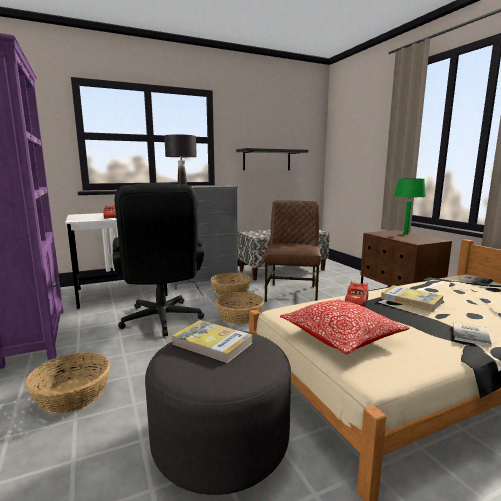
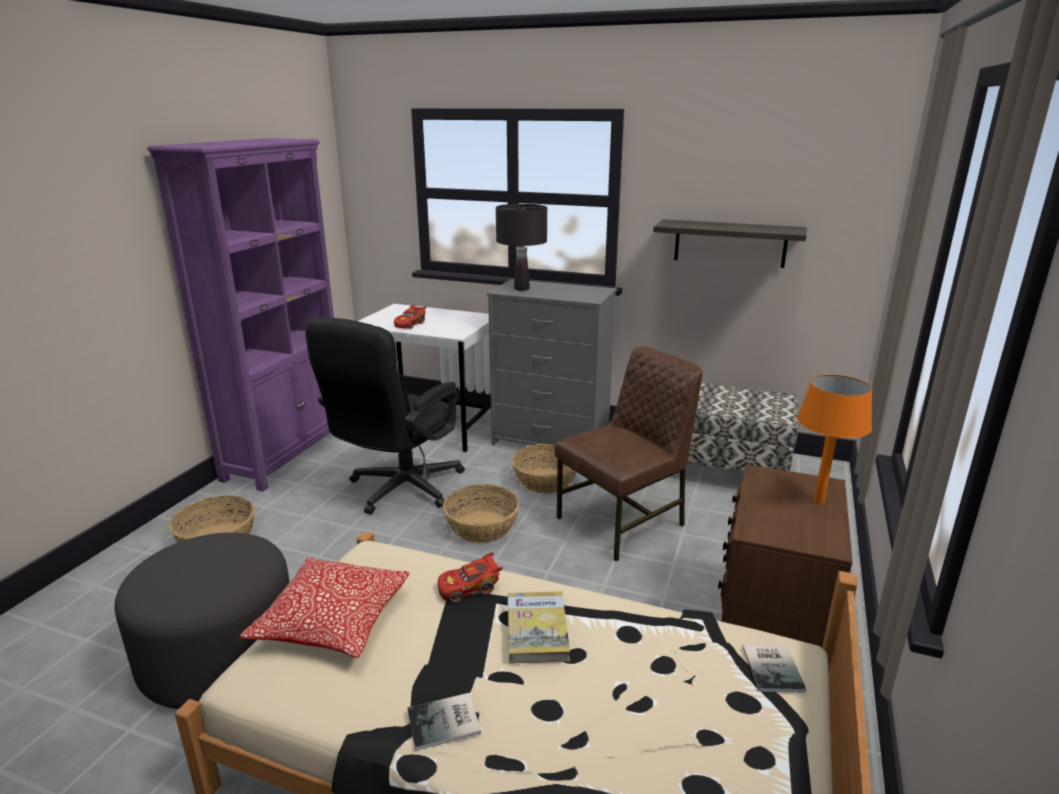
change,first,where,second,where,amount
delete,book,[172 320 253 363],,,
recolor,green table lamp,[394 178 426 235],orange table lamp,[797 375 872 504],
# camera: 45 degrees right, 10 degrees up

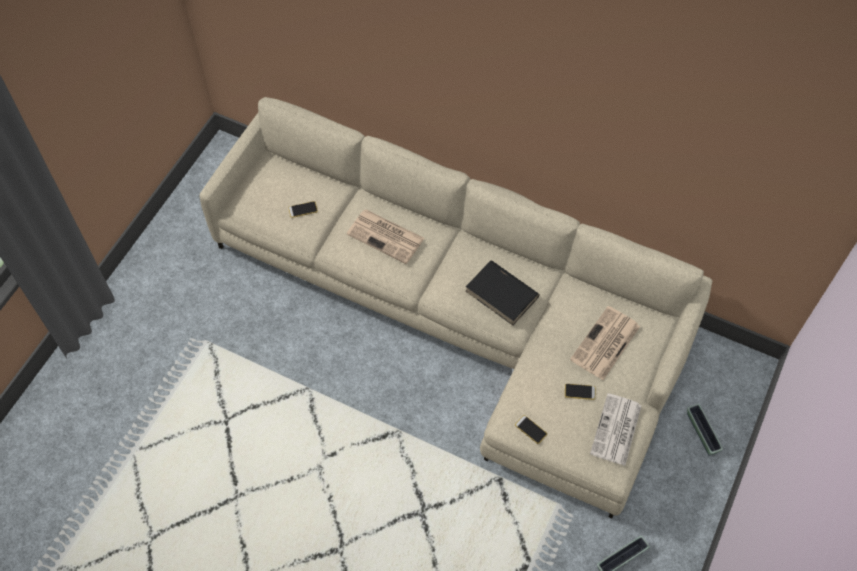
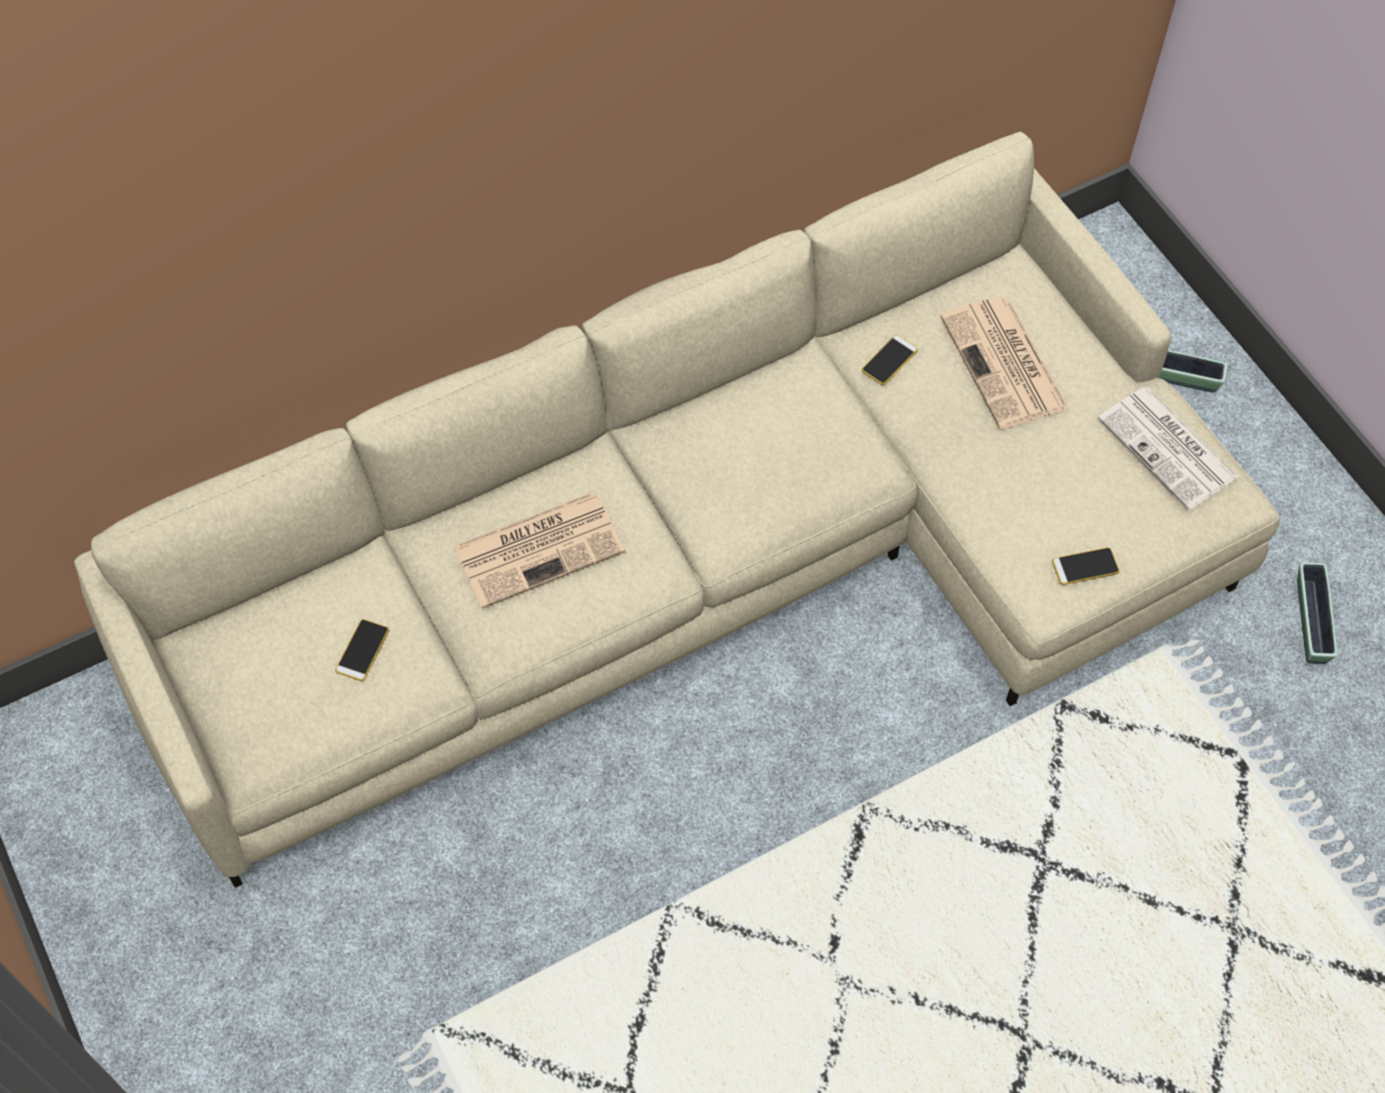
change,first,where,second,where,amount
delete,black book,[466 260 539 326],,,
move,phone,[565 384 596 400],,[862 335 918 385],
# camera: 55 degrees left, 0 degrees up

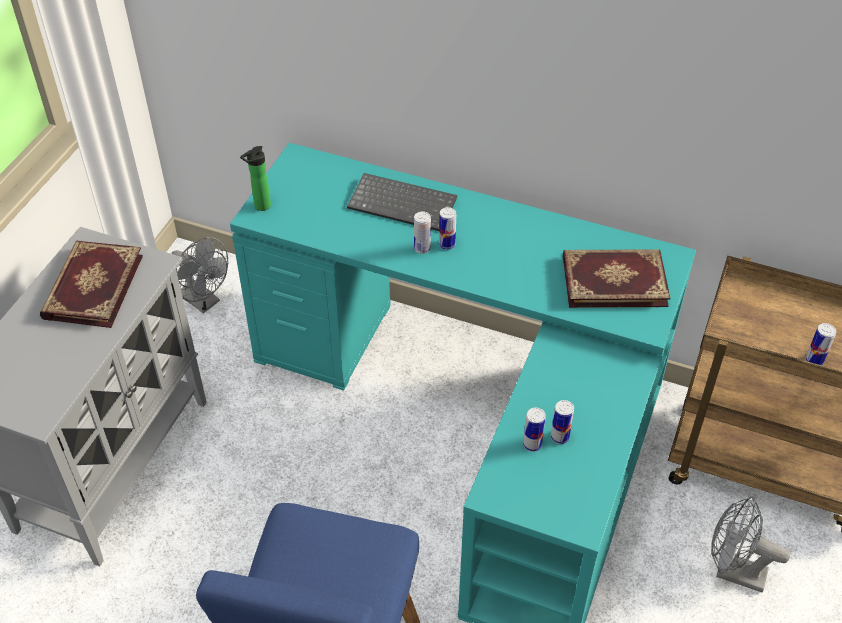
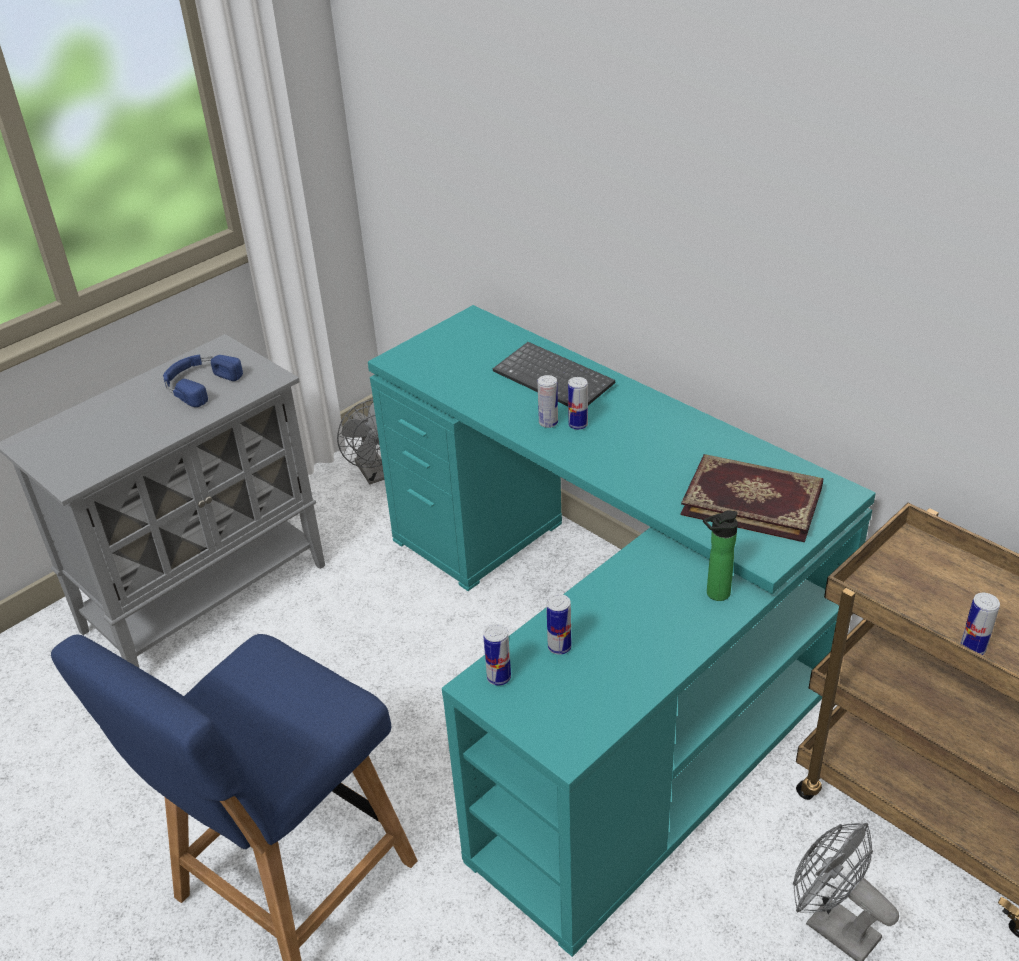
change,first,where,second,where,amount
replace,book,[40 240 143 328],blue headphones,[163 355 243 407],
move,bottle,[240 146 271 211],,[703 510 738 601],
move,can,[551 400 574 444],,[483 624 511 686],
# camera: 25 degrees right, 10 degrees down

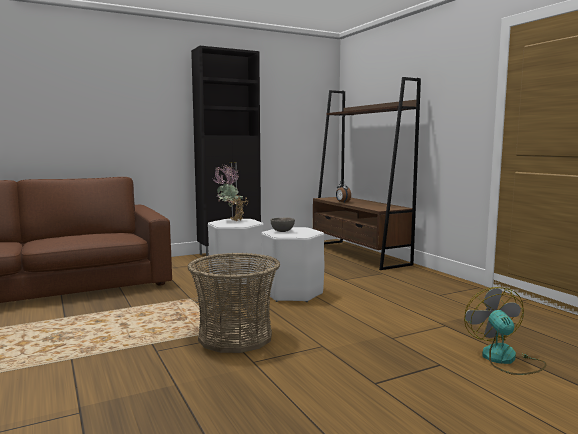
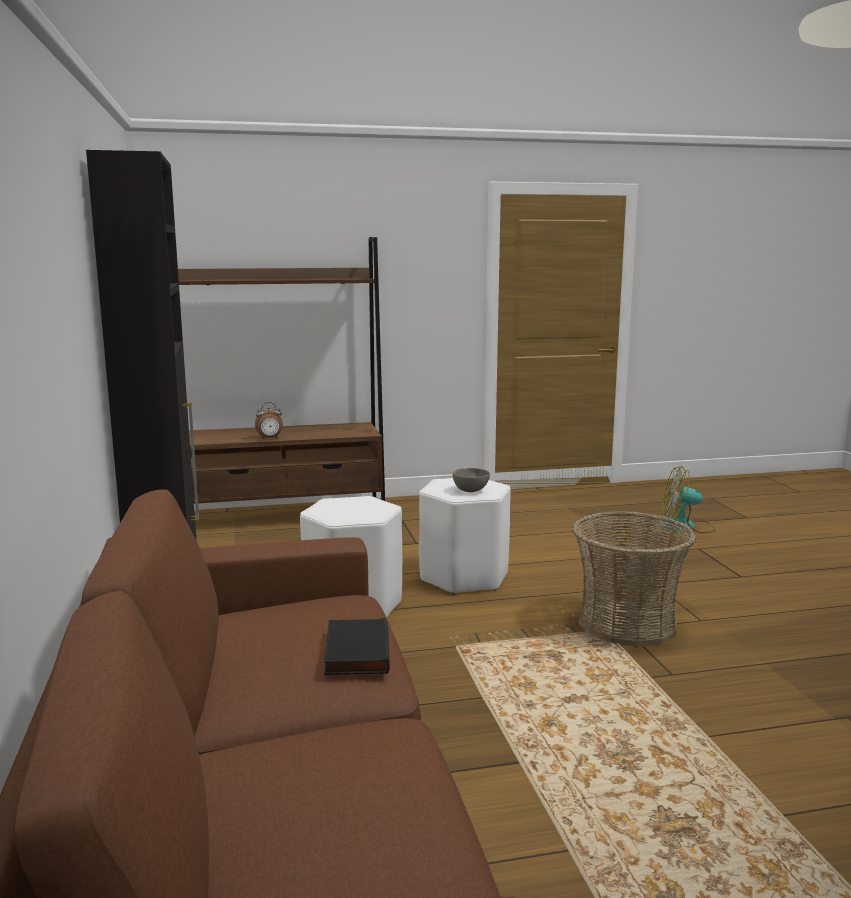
change,first,where,second,where,amount
delete,potted plant,[213 164 249 221],,,
insert,,,black book,[324 618 390 675],
# camera: 75 degrees left, 5 degrees up

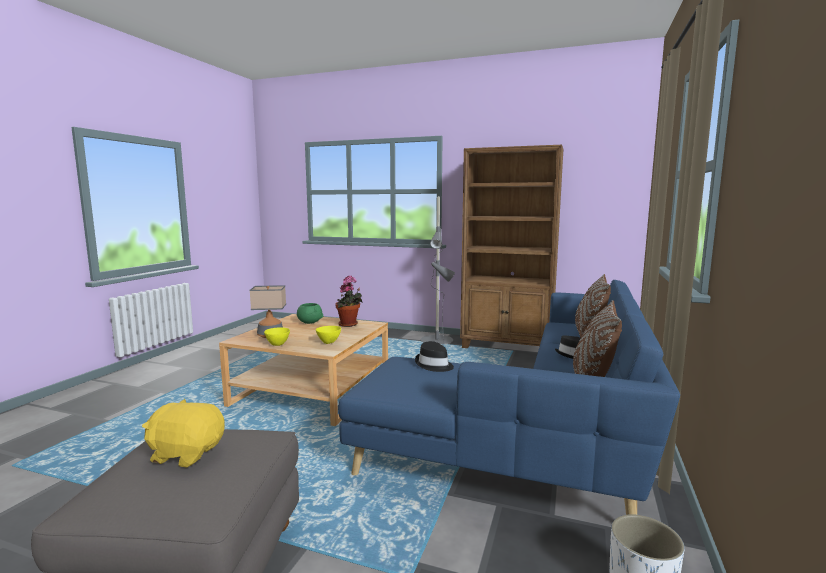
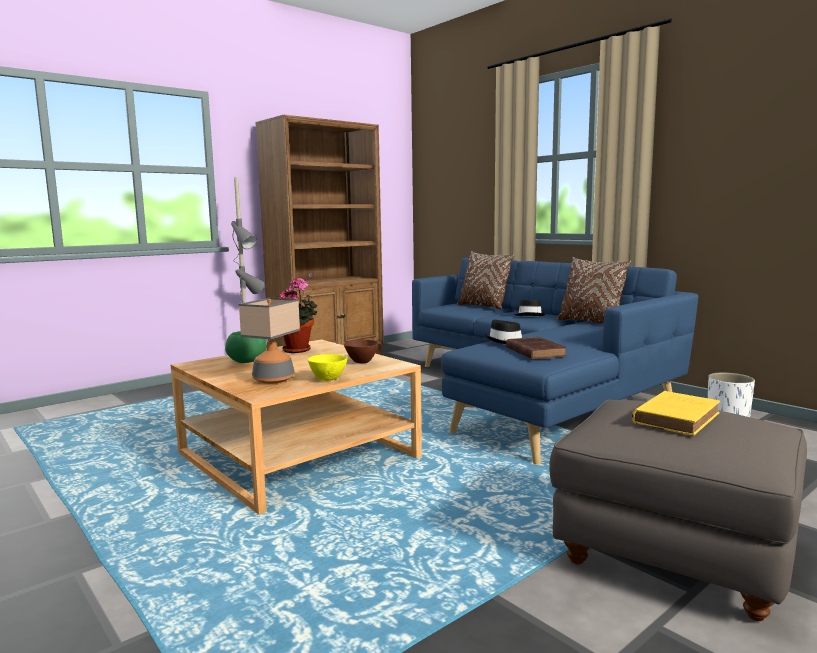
change,first,where,second,where,amount
replace,yellow plush toy,[142 399 225 468],yellow book,[632 391 720 436],
recolor,yellow bowl,[316 326 341 344],brown bowl,[344 339 378 363],
insert,,,brown book,[506 337 567 359],
# camera: 60 degrees left, 0 degrees up

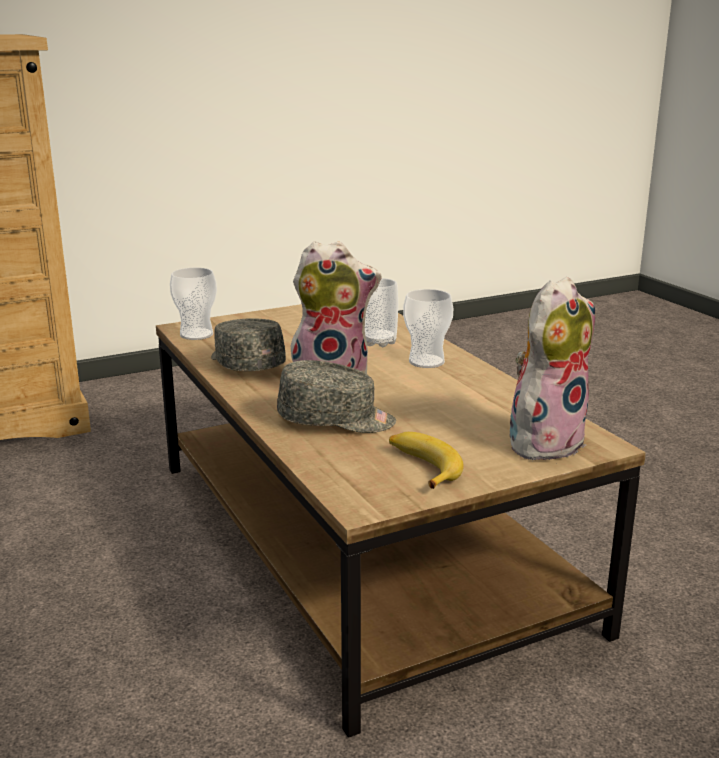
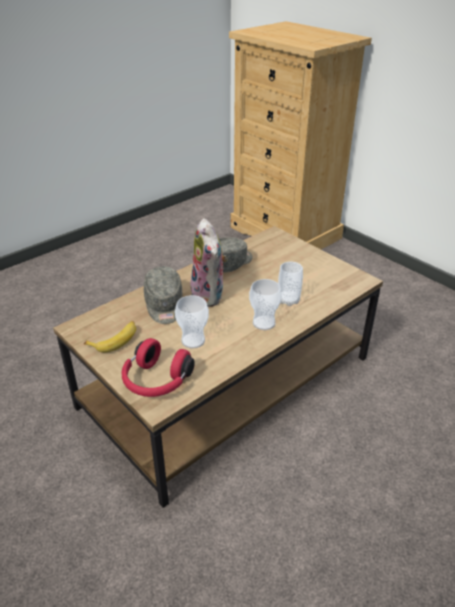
change,first,where,second,where,amount
move,cup,[170 268 217 340],,[175 295 209 348],
replace,plush toy,[510 277 595 462],red headphones,[121 338 195 397],
# camera: 75 degrees right, 15 degrees up

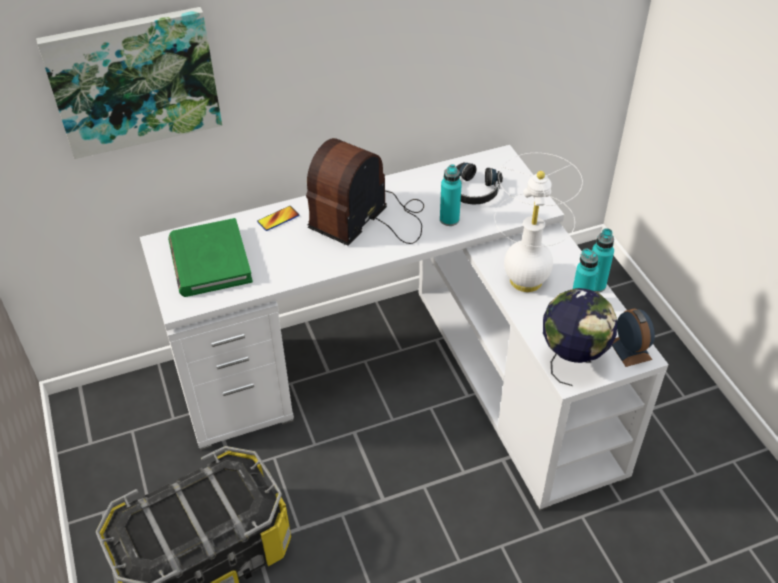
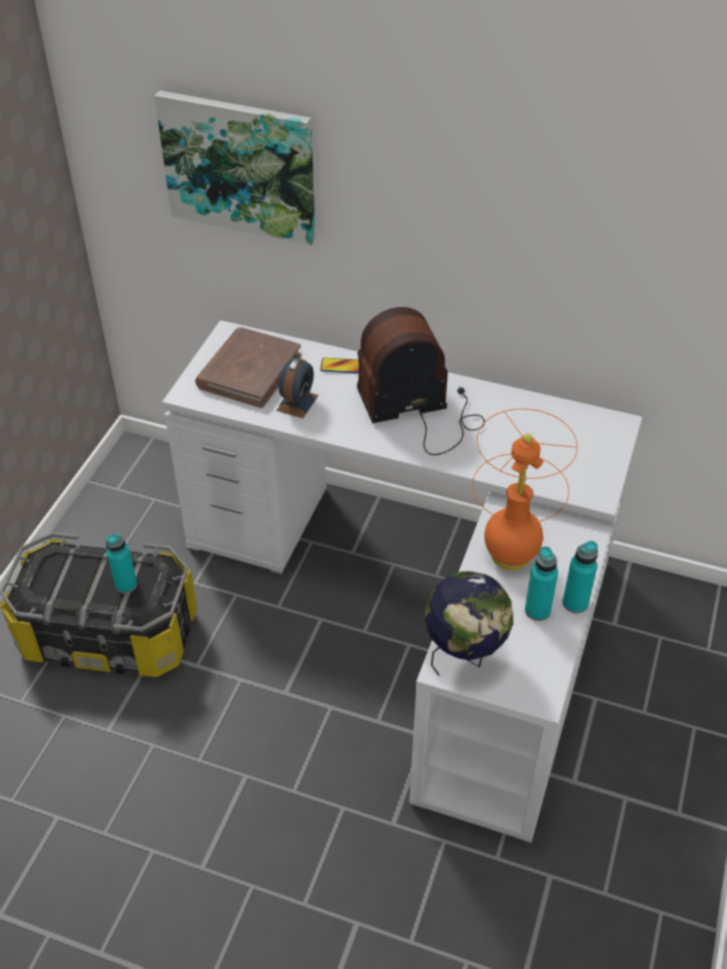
change,first,where,second,where,amount
recolor,green book,[168 218 253 297],brown book,[195 327 301 408],
move,turquoise bottle,[440 164 462 226],,[106 533 137 594],
delete,black headphones,[456 163 503 204],,,
recolor,white table lamp,[494 153 583 292],orange table lamp,[472 409 578 571],
move,alarm clock,[612 309 655 367],,[276 358 318 418],
# camera: 40 degrees right, 0 degrees up

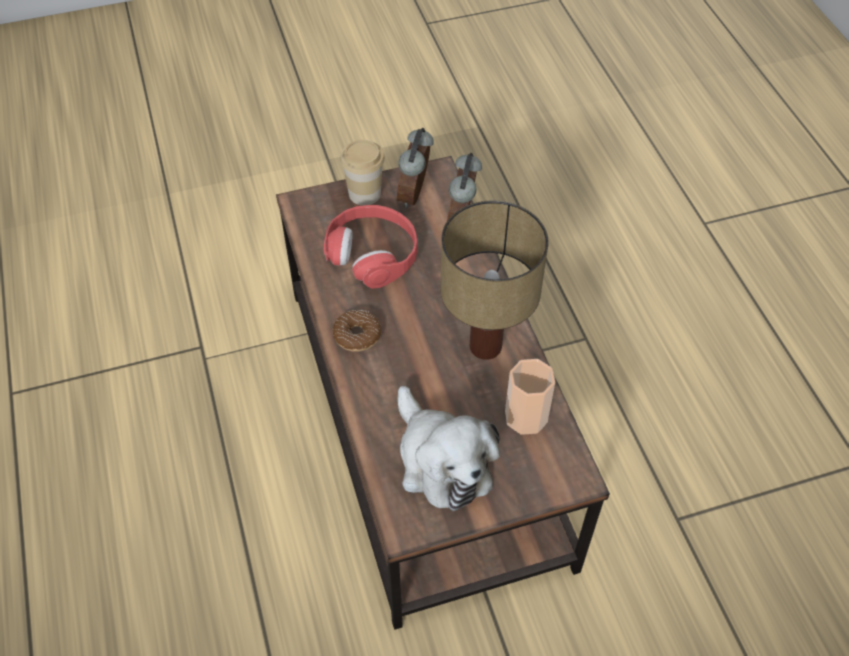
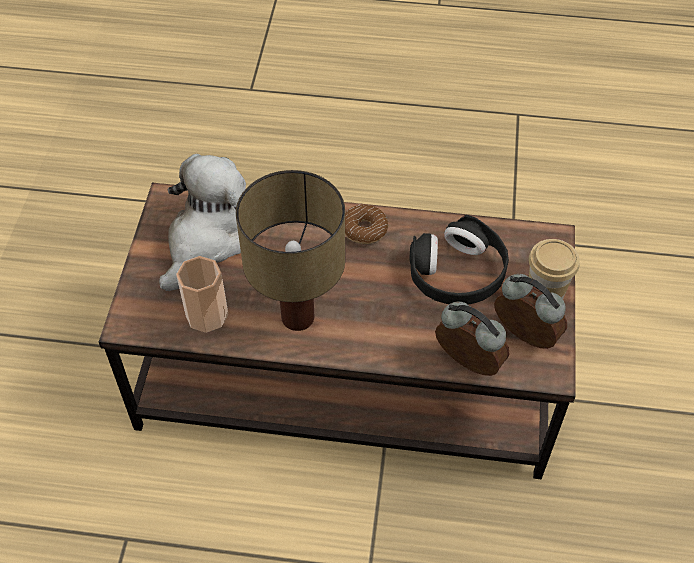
change,first,where,second,where,amount
recolor,red headphones,[323 205 418 289],black headphones,[409 215 509 305],
rotate,plush toy,[397 386 500 511],,[159 154 246 291],120 degrees clockwise
# camera: 115 degrees right, 0 degrees up

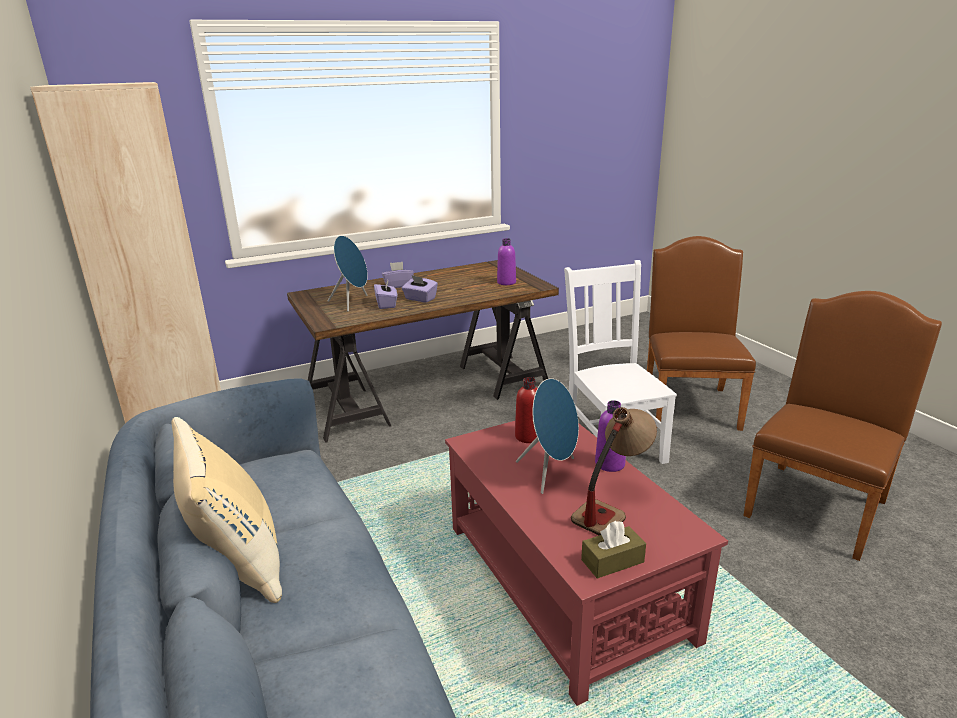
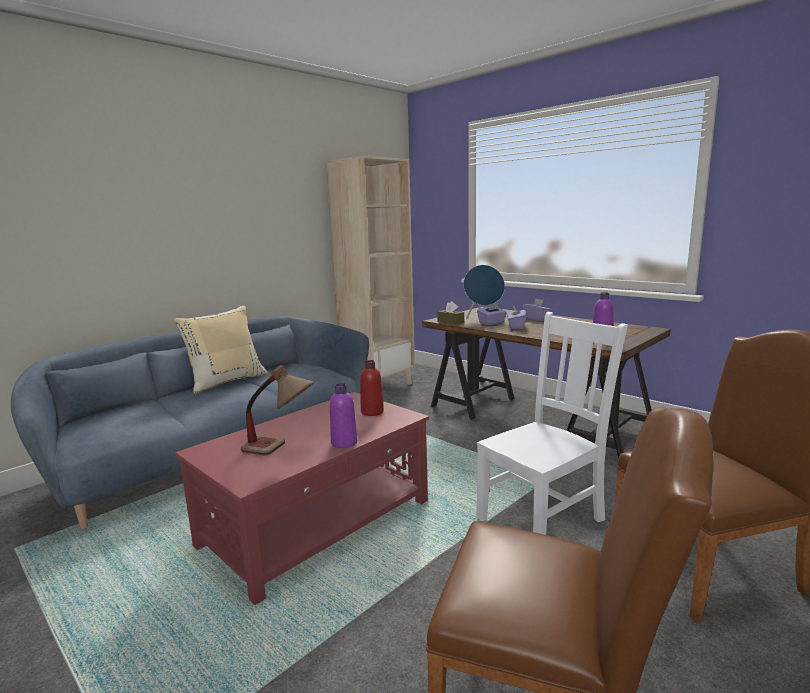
change,first,where,second,where,amount
delete,blue speaker,[516 378 579 494],,,
move,brown tissue box,[581 521 646 579],,[437 301 464 325],
# camera: 70 degrees right, 10 degrees down

